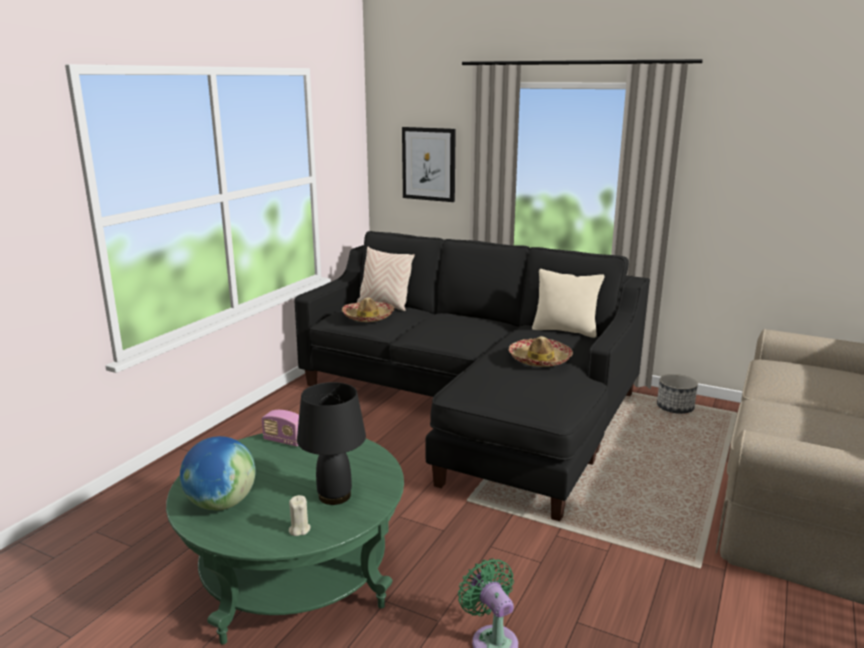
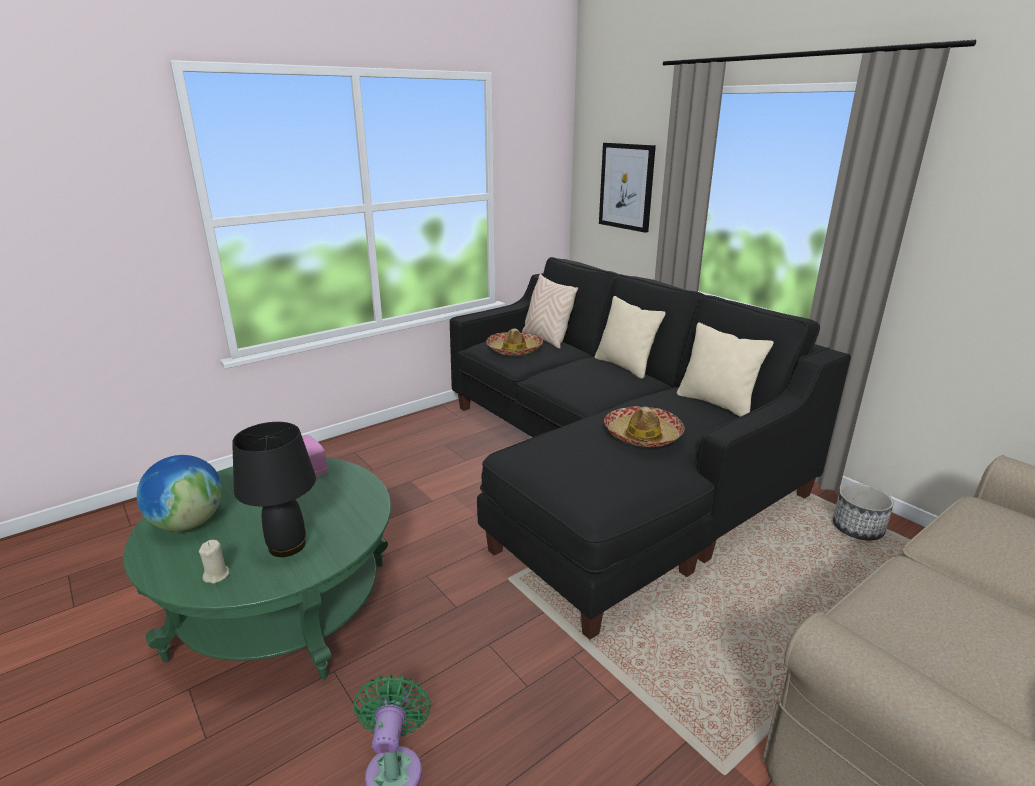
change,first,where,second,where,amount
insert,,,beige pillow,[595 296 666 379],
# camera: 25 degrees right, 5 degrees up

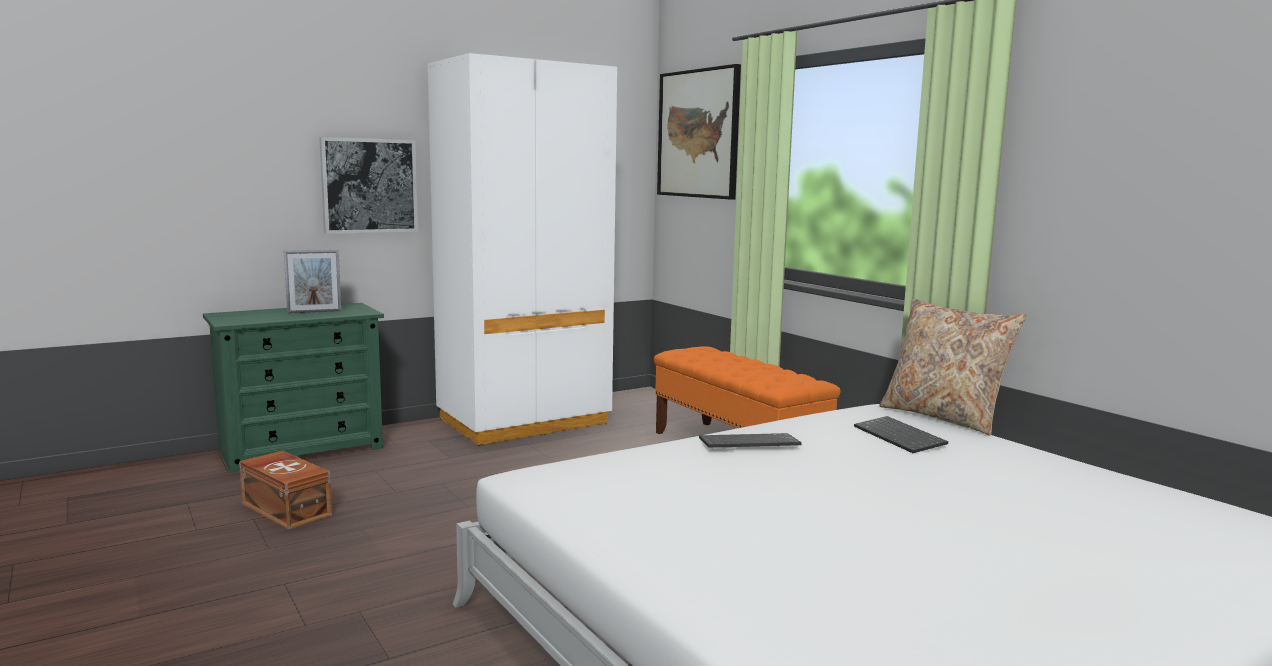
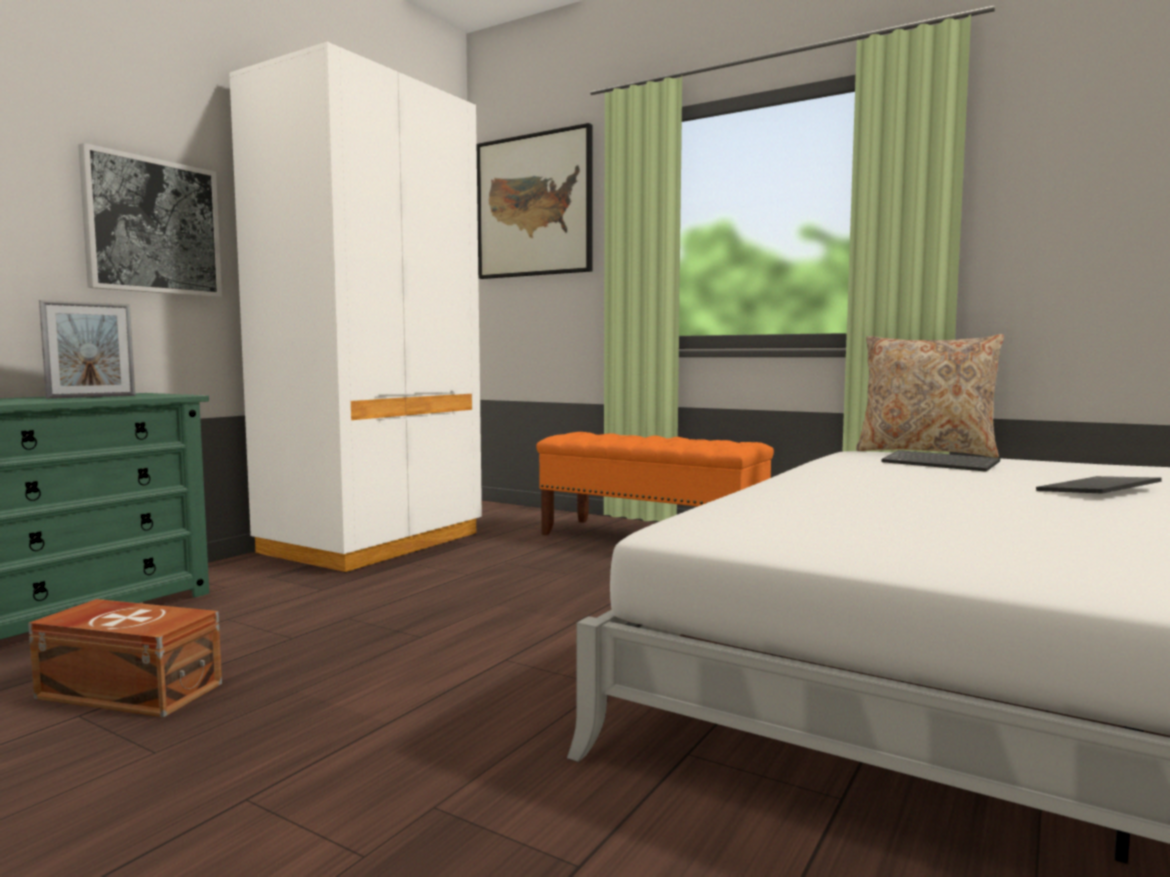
change,first,where,second,where,amount
move,keyboard,[699 433 802 448],,[1036 476 1162 494],
# camera: 25 degrees left, 5 degrees down

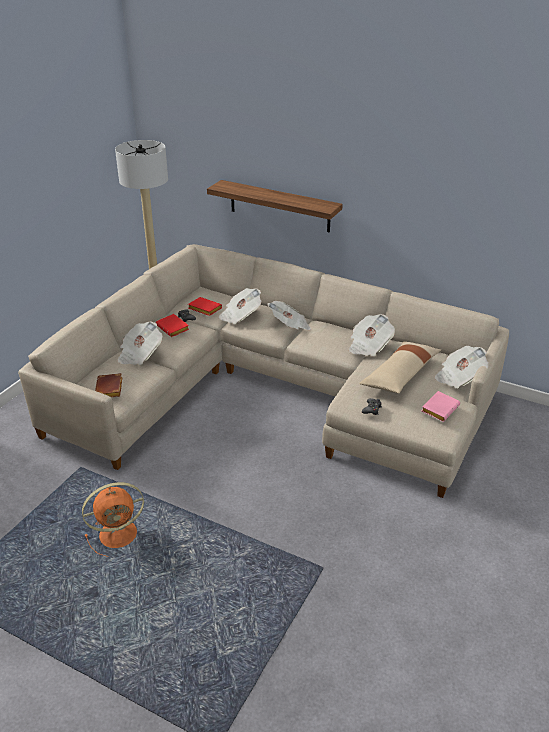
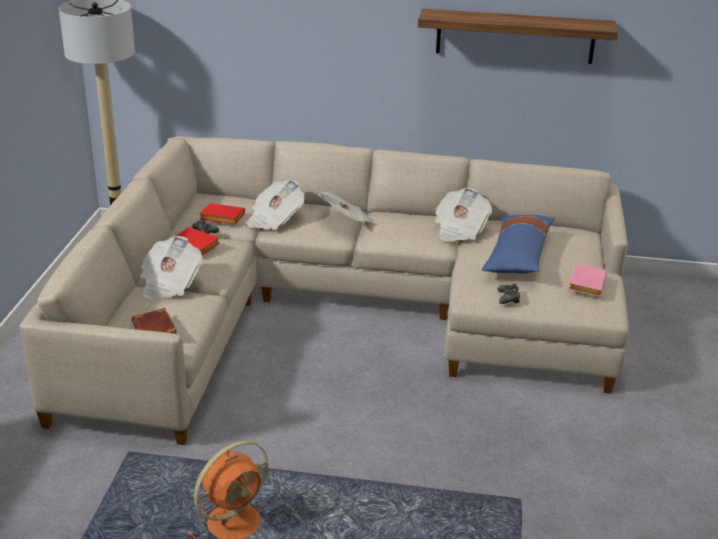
change,first,where,second,where,amount
move,shelf,[207 180 343 232],,[418 9 618 64],
recolor,beige pillow,[359 341 441 394],blue pillow,[482 215 555 274],
delete,newspaper,[435 346 489 389],,,
# camera: 20 degrees left, 5 degrees down

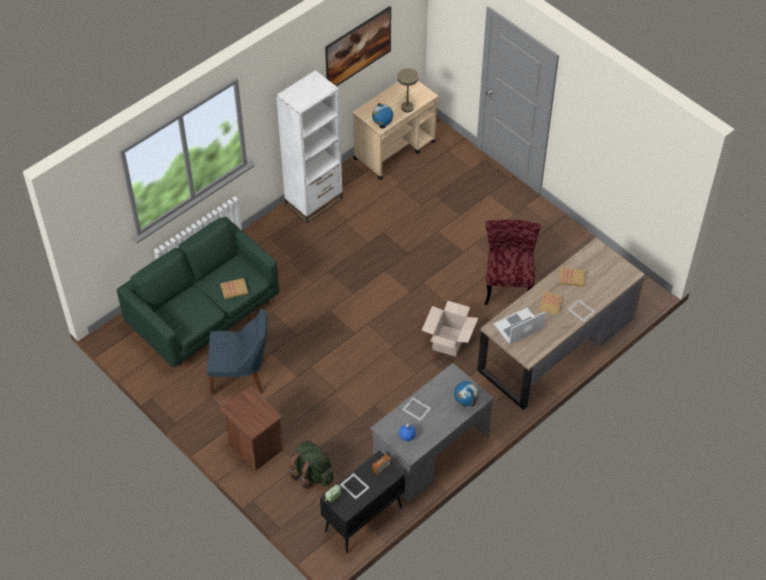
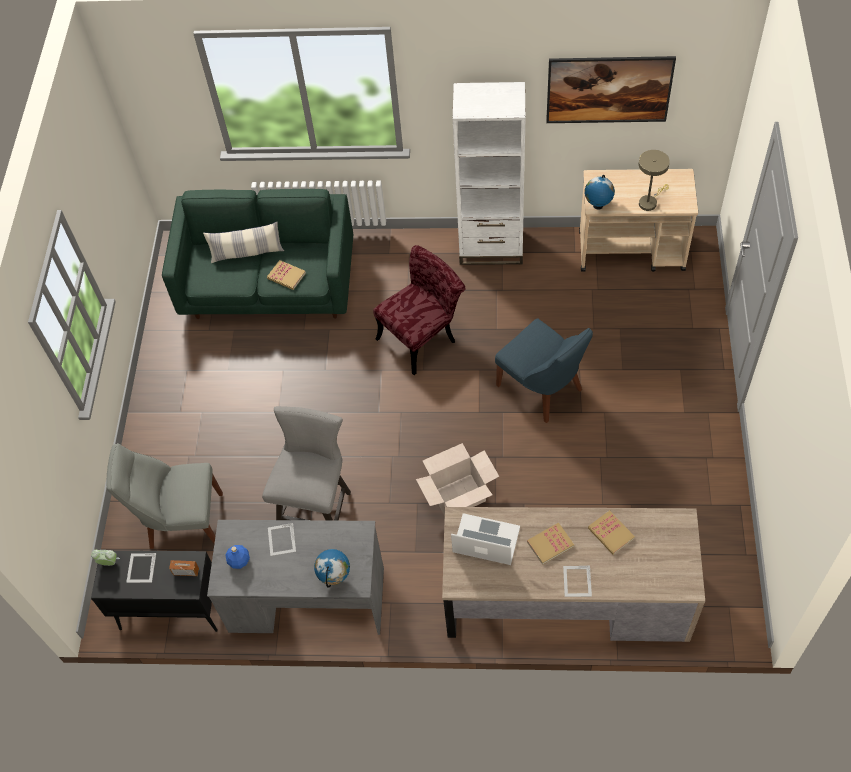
change,first,where,second,where,amount
move,blue chair,[207 309 268 395],,[495 318 593 423],
delete,brown nightstand,[220 386 283 470],,,
replace,green backpack,[288 440 334 489],grey chair,[106 443 223 549],
move,red chair,[485 219 541 305],,[373 245 466 375],
insert,,,pillow,[203 222 284 263],
insert,,,grey stool,[262 406 351 521],
# camera: 50 degrees right, 5 degrees up

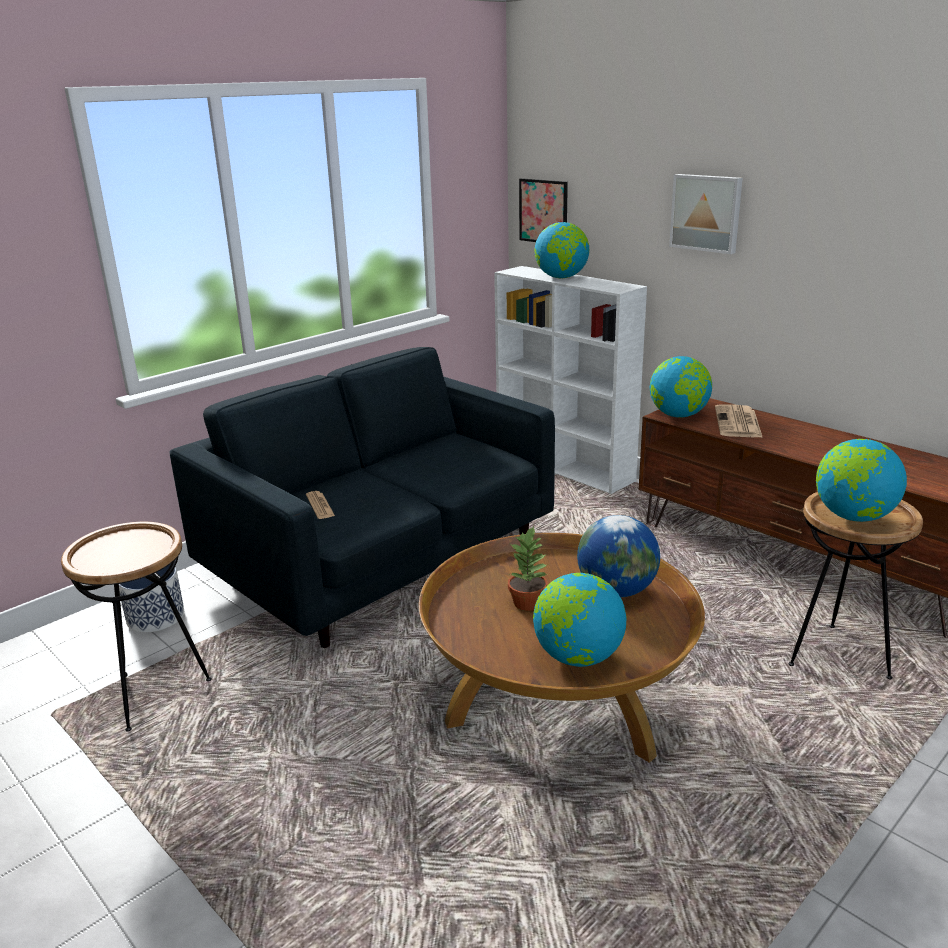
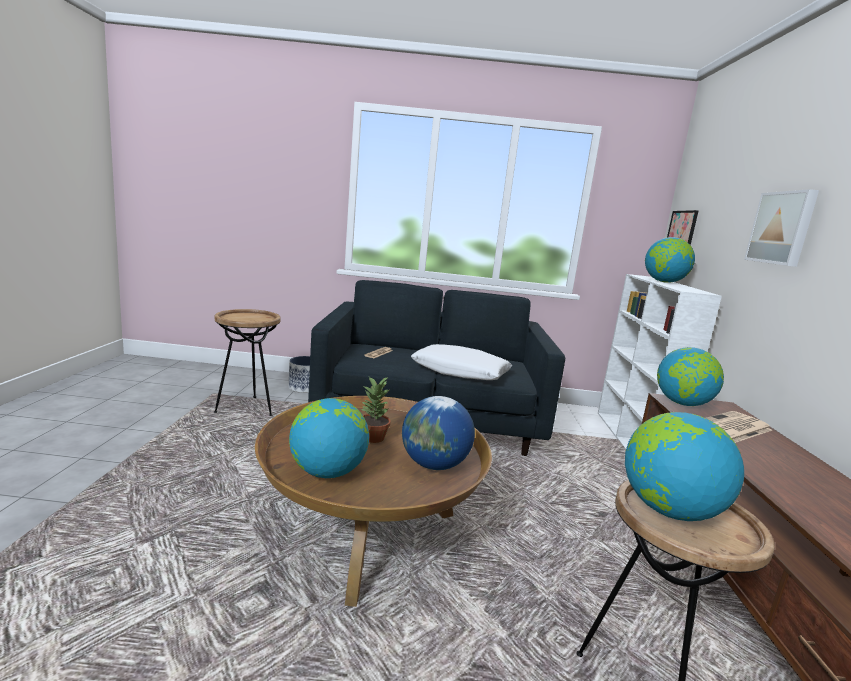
change,first,where,second,where,amount
insert,,,white pillow,[411 344 512 380],
# camera: 45 degrees right, 10 degrees down

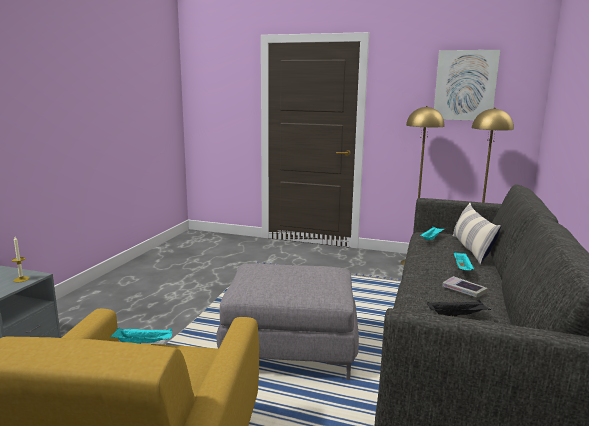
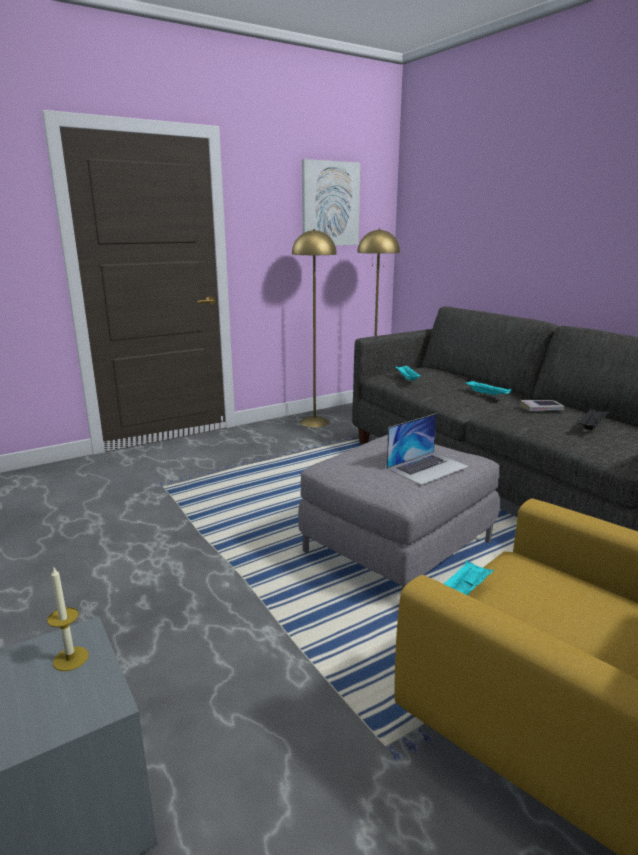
change,first,where,second,where,amount
delete,pillow,[453 202 501 265],,,
insert,,,laptop,[386 413 469 485],
# camera: 50 degrees left, 5 degrees up

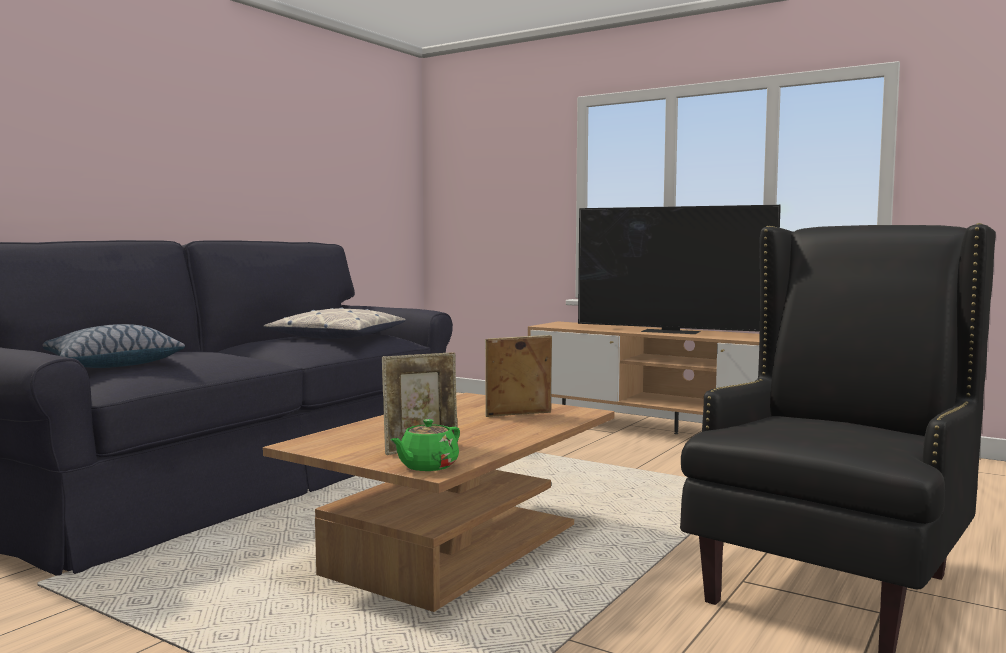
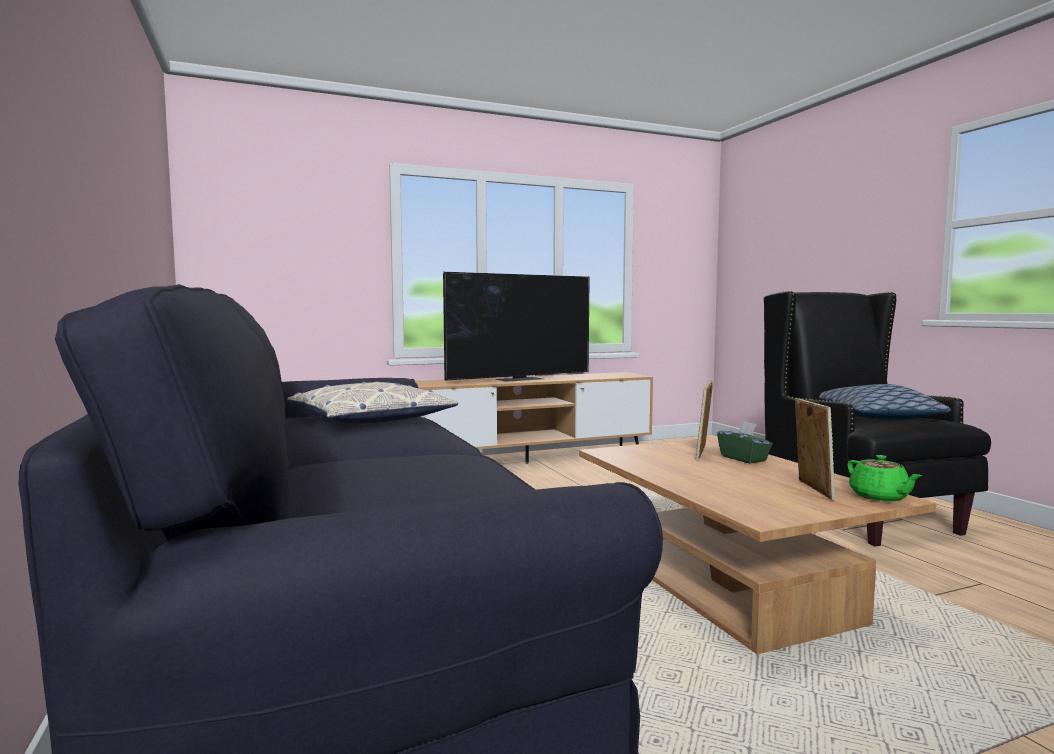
change,first,where,second,where,amount
move,pillow,[43 324 185 368],,[819 384 951 420],
insert,,,green tissue box,[717 421 773 463],
# camera: 55 degrees left, 0 degrees up

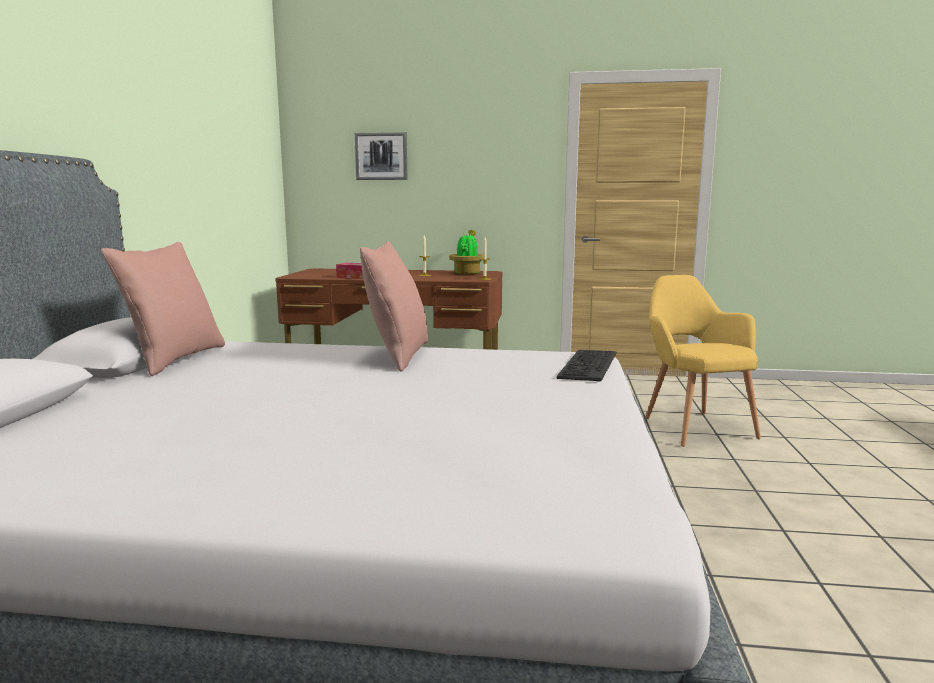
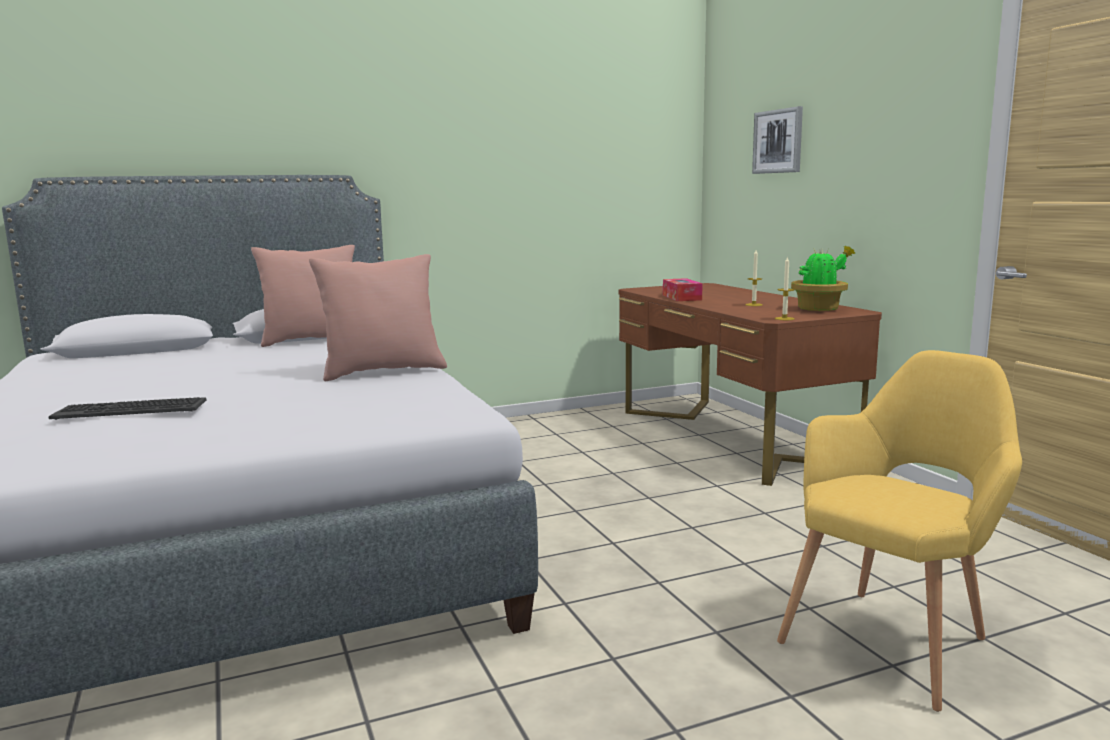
change,first,where,second,where,amount
move,keyboard,[557 350 616 382],,[48 397 207 420],
# camera: 60 degrees right, 0 degrees up

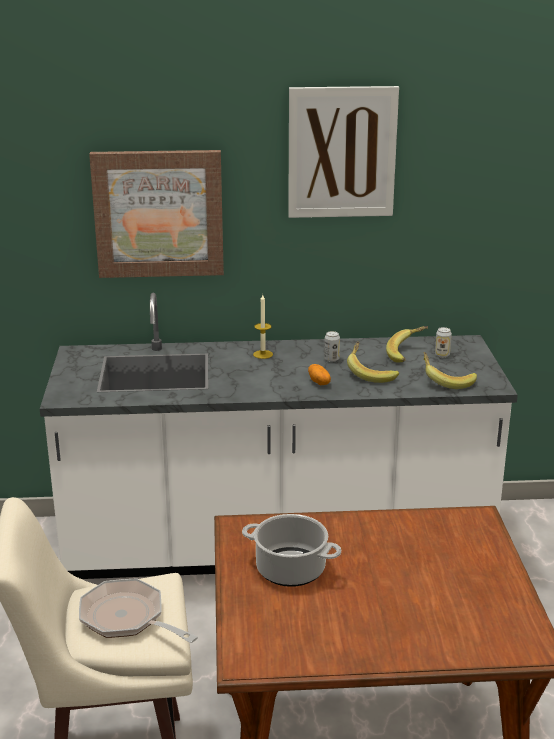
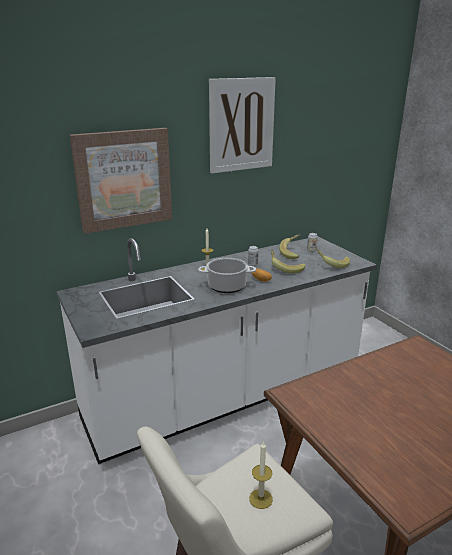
change,first,where,second,where,amount
replace,frying pan,[79 578 198 643],candle,[249 441 273 509],
move,cooking pot,[242 514 341 587],,[198 258 256 293],
# camera: 25 degrees left, 0 degrees up

